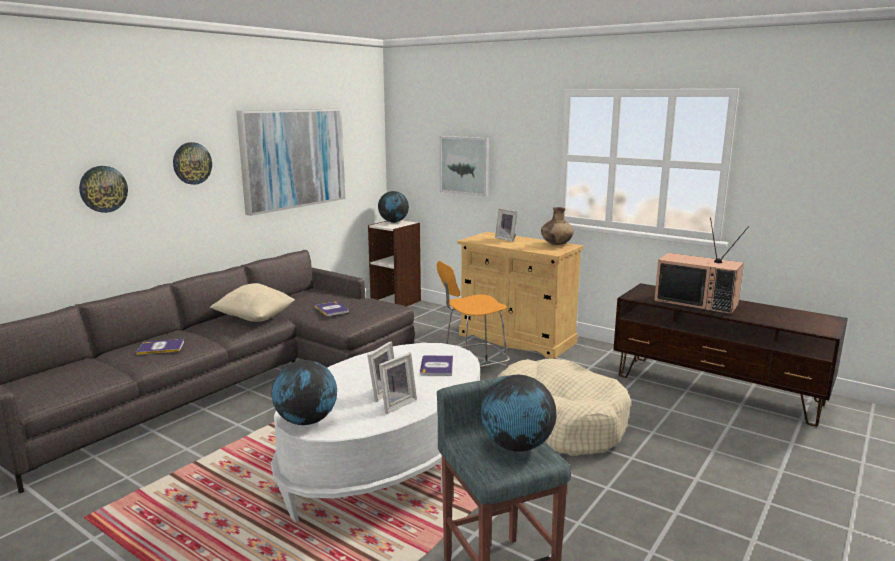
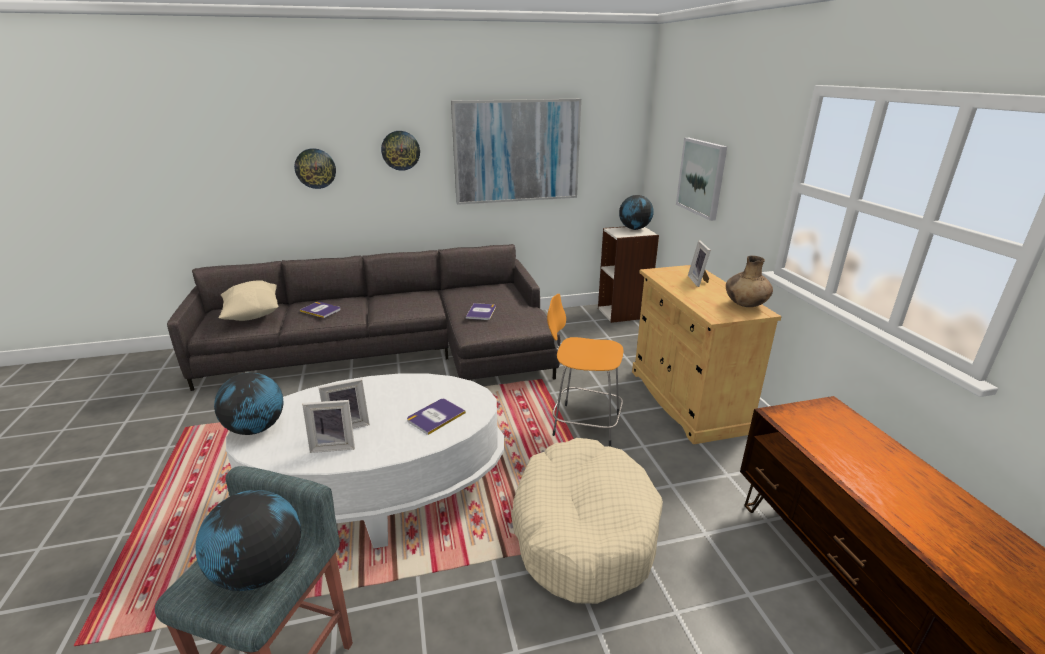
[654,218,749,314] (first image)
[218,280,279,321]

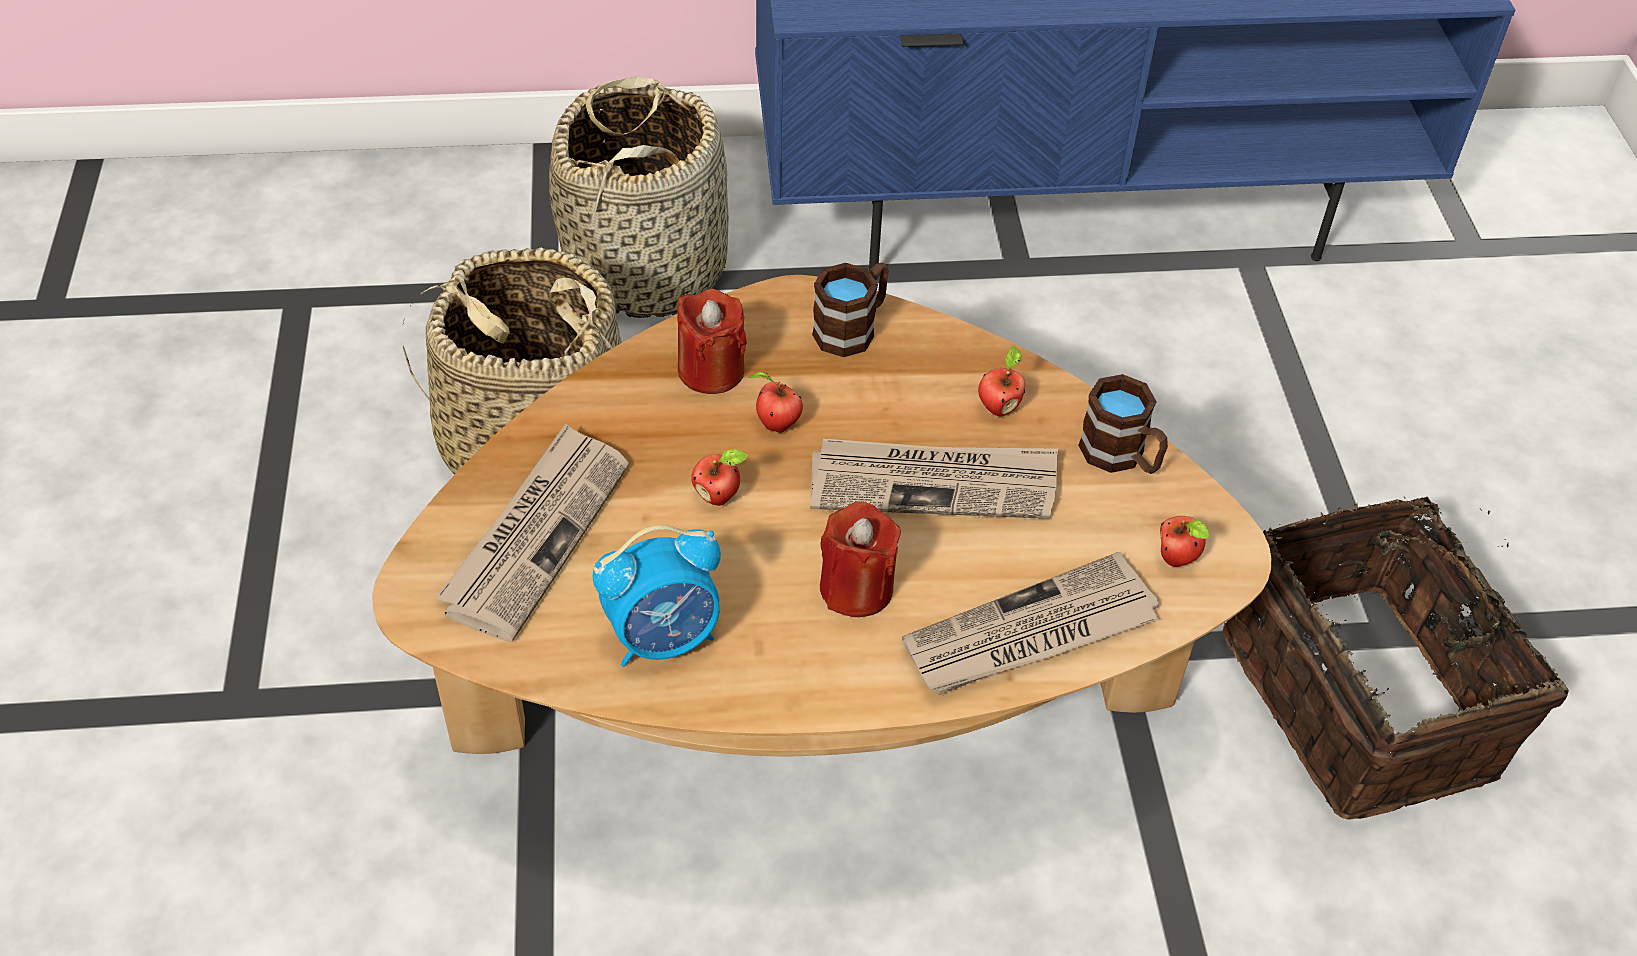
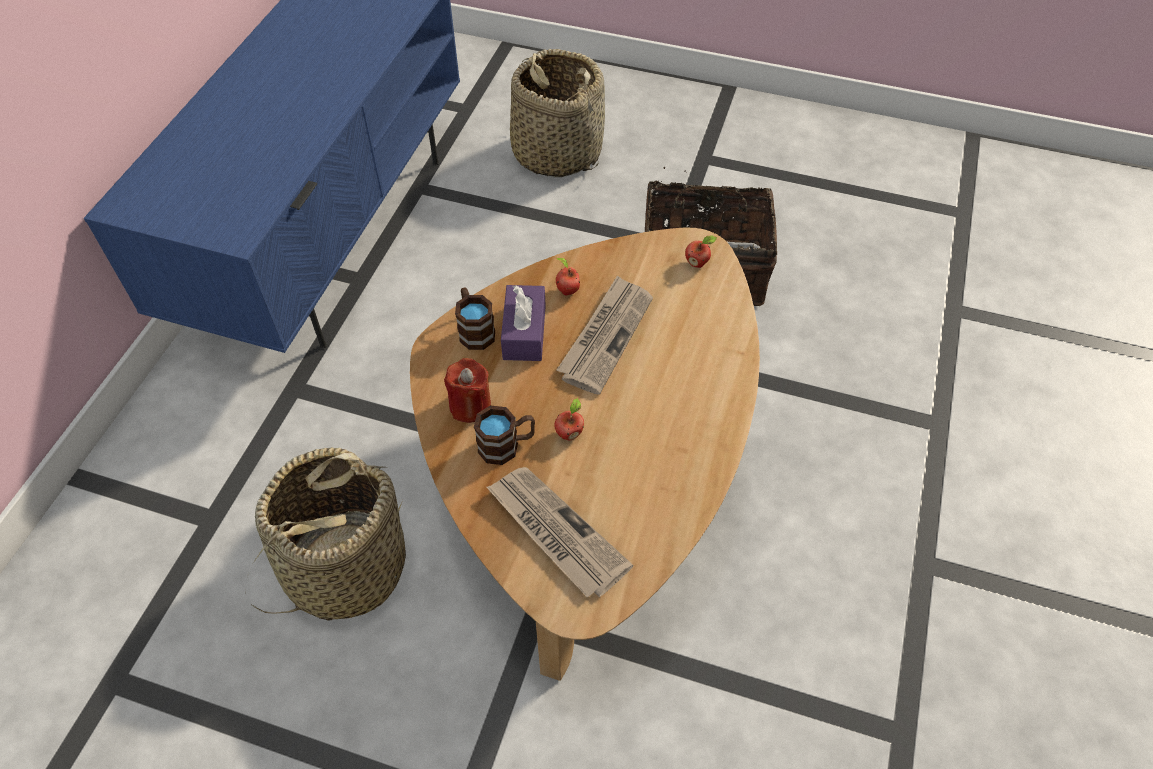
[510,49,605,177]
[749,372,803,433] (first image)
[474,405,535,465]
[820,502,901,617] (first image)
[593,525,721,667] (first image)
[902,552,1159,695] (first image)
[501,285,546,361]

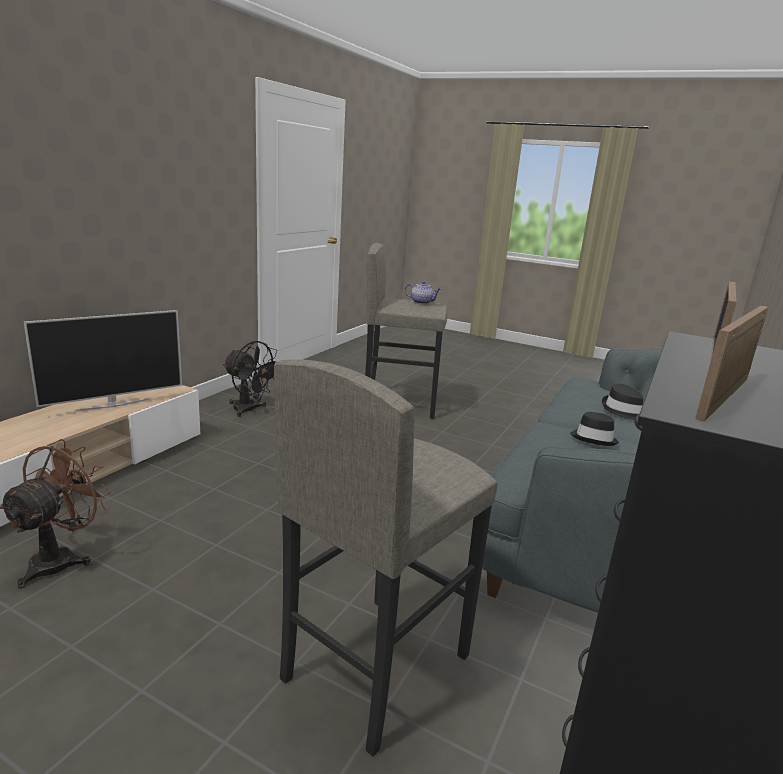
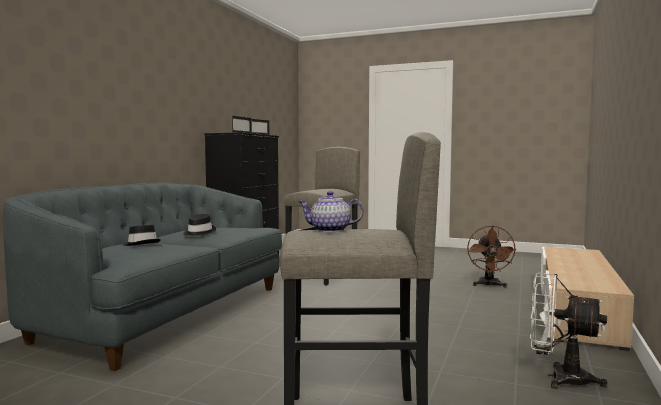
[24,310,182,411] (first image)
[530,273,607,389]

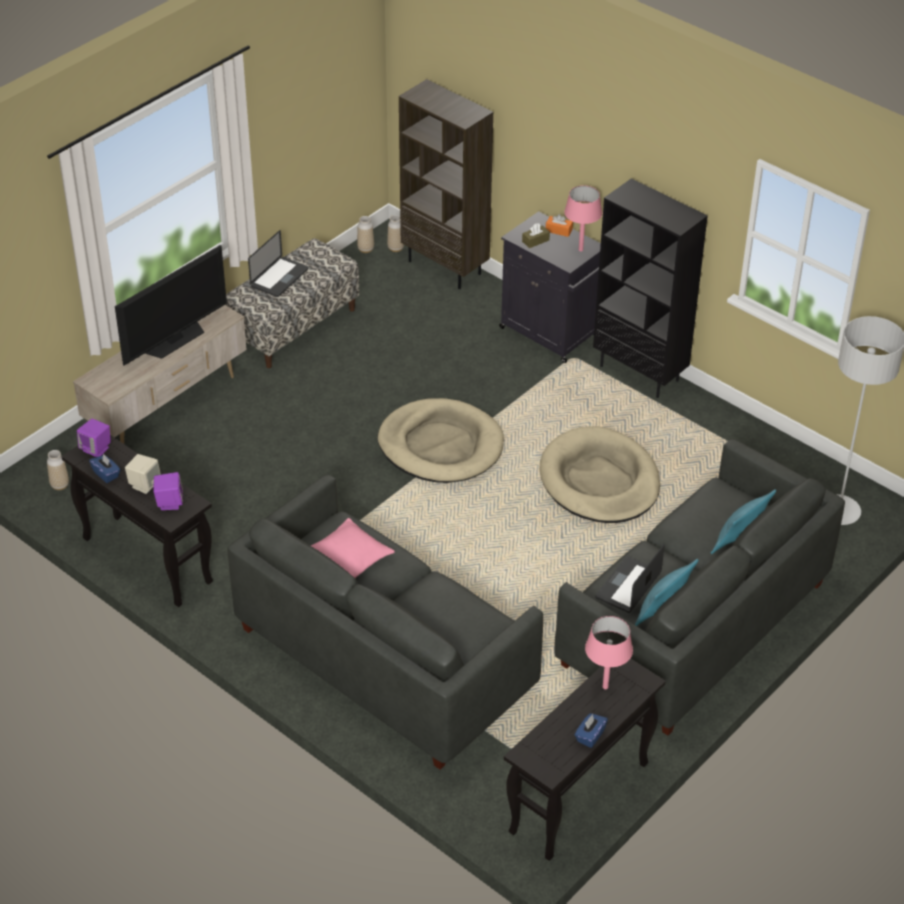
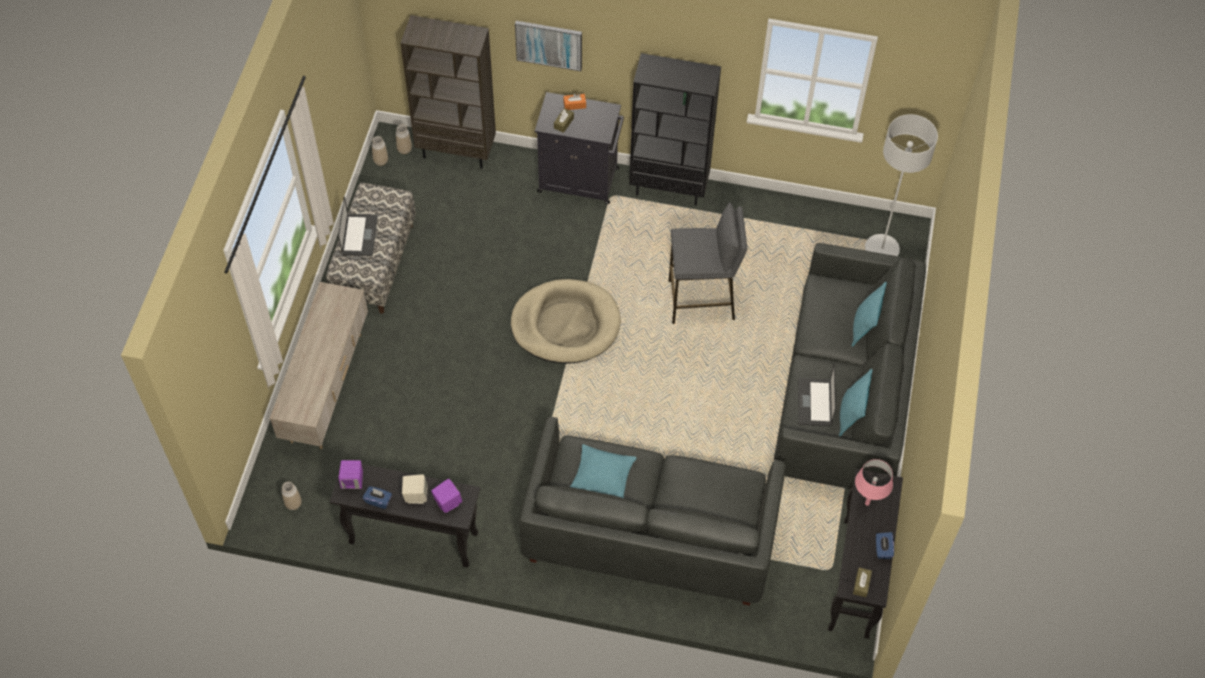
[564,186,602,251] (first image)
[115,245,227,366] (first image)
[669,203,747,324]
[570,444,636,498]
[515,21,582,71]
[853,567,872,597]

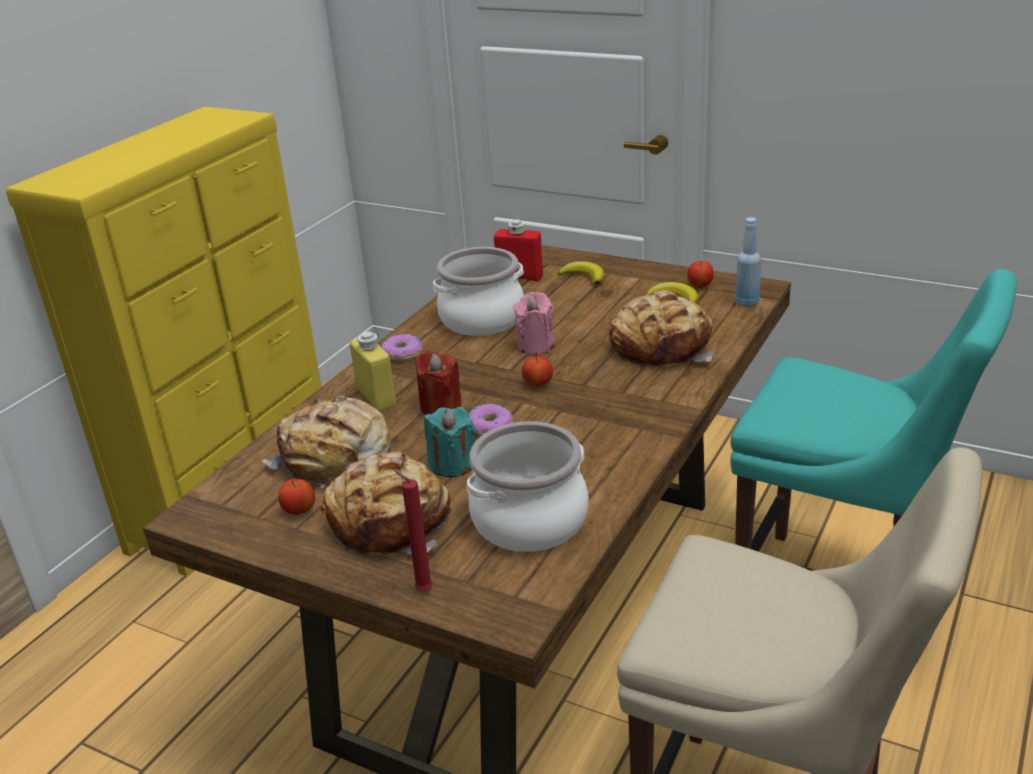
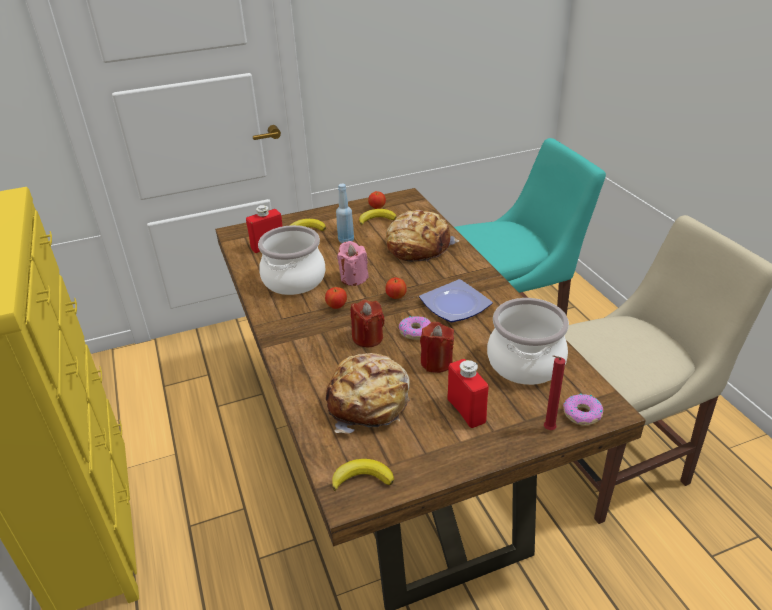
[336,184,354,243]
[350,332,396,412] (first image)
[563,394,603,426]
[420,322,454,373]
[447,359,488,428]
[325,287,347,309]
[419,279,493,322]
[332,459,394,491]

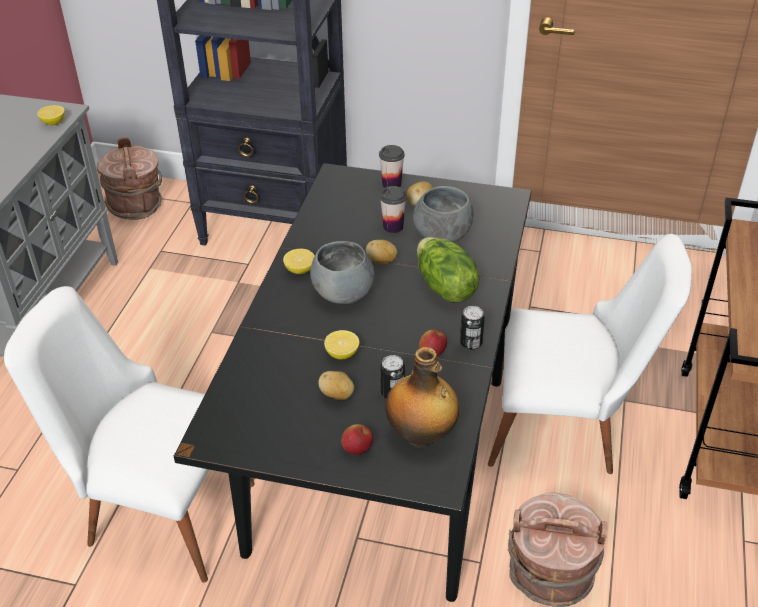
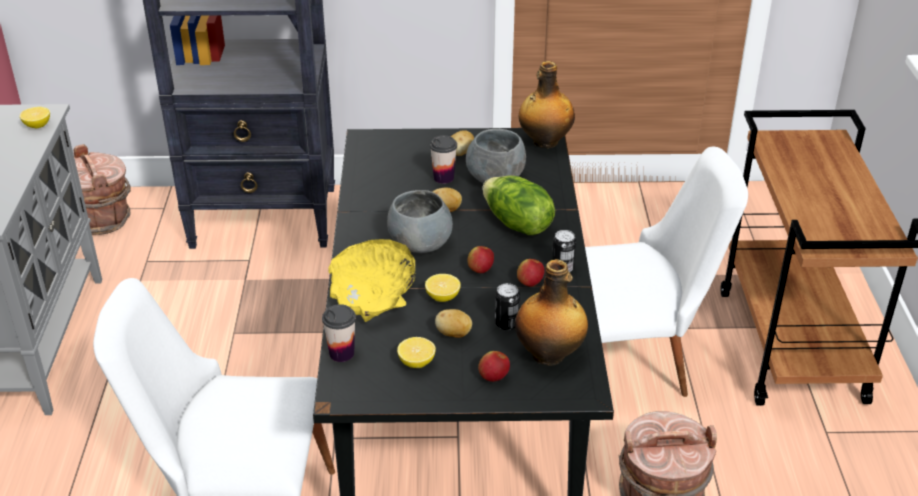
[322,304,356,362]
[397,337,436,368]
[519,61,575,148]
[328,239,416,322]
[468,246,494,273]

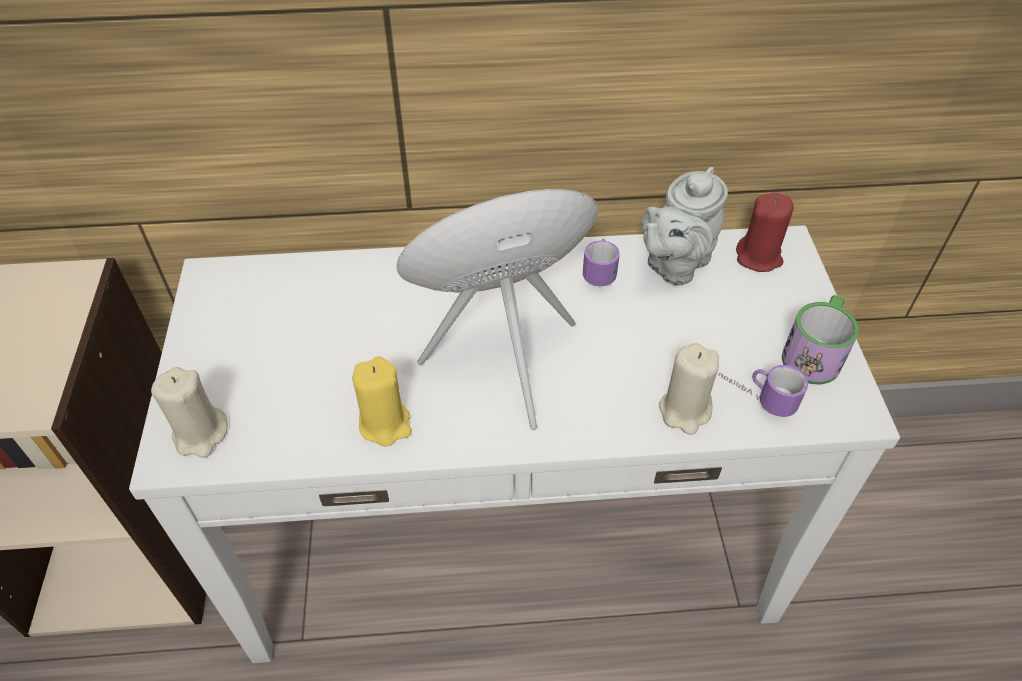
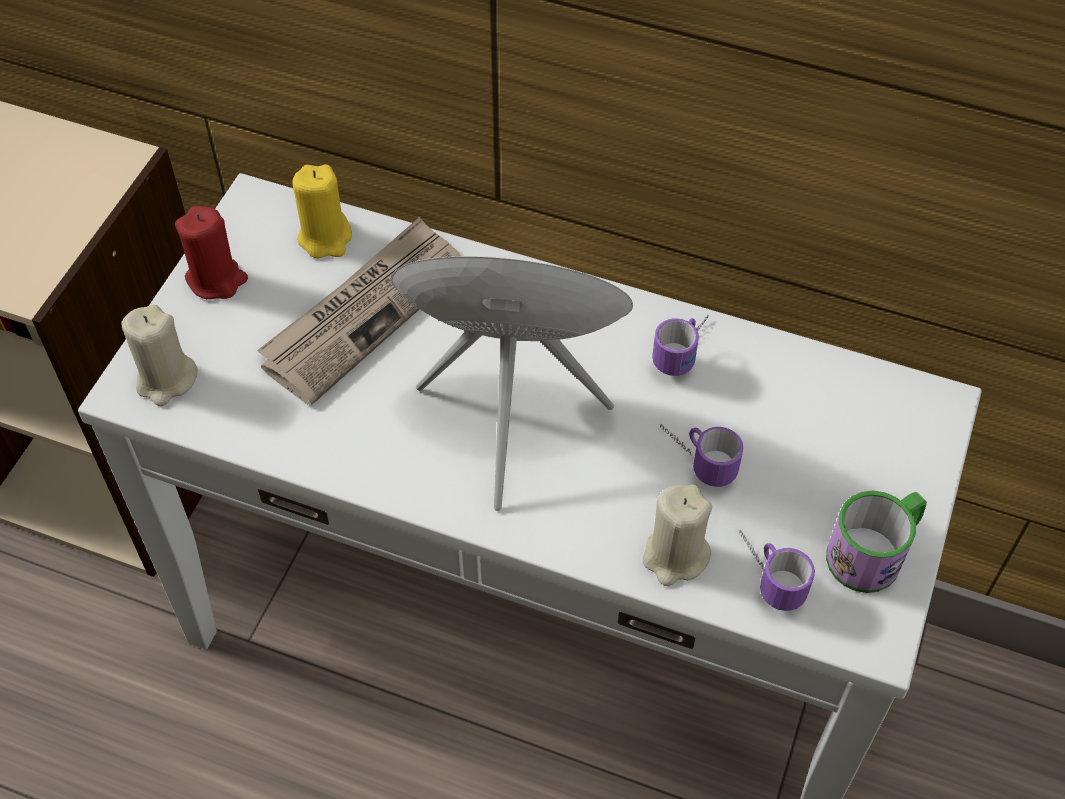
[642,167,728,285] (first image)
[175,206,248,299]
[292,165,352,259]
[257,217,460,406]
[660,424,744,487]

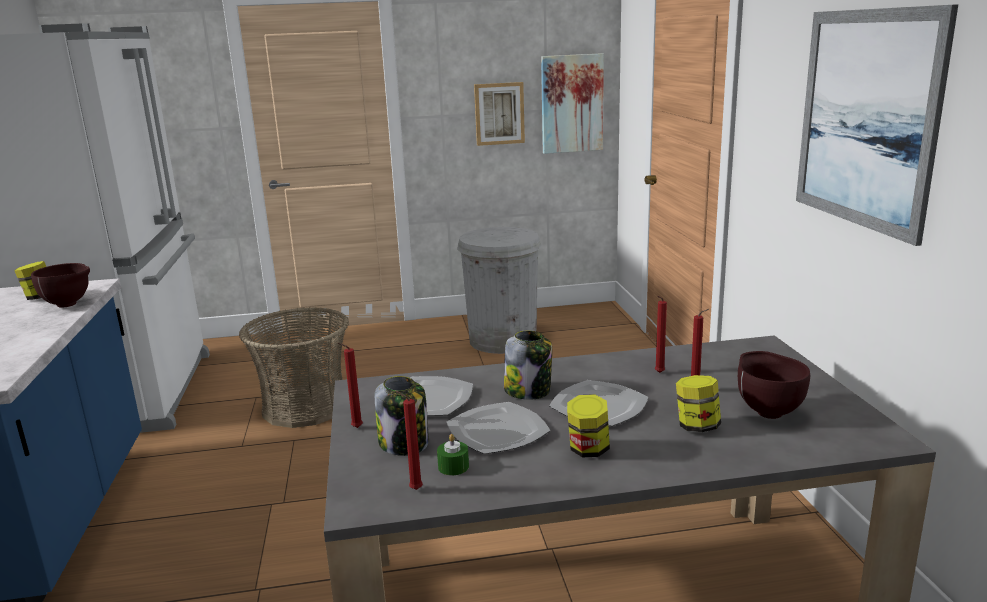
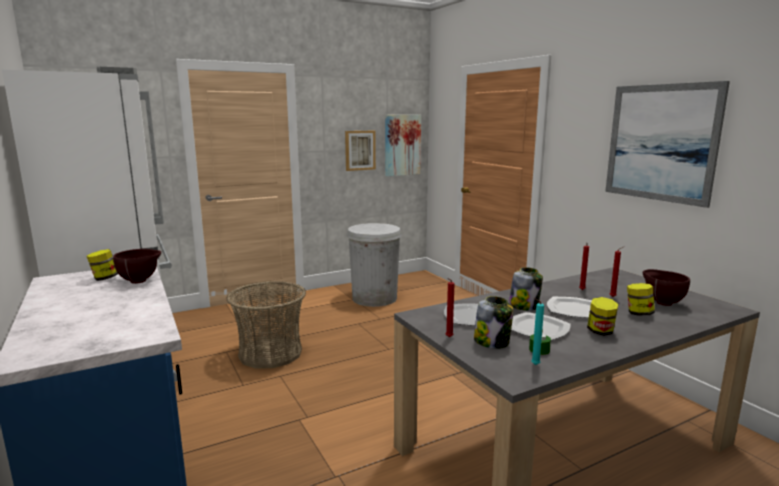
[531,298,544,365]

